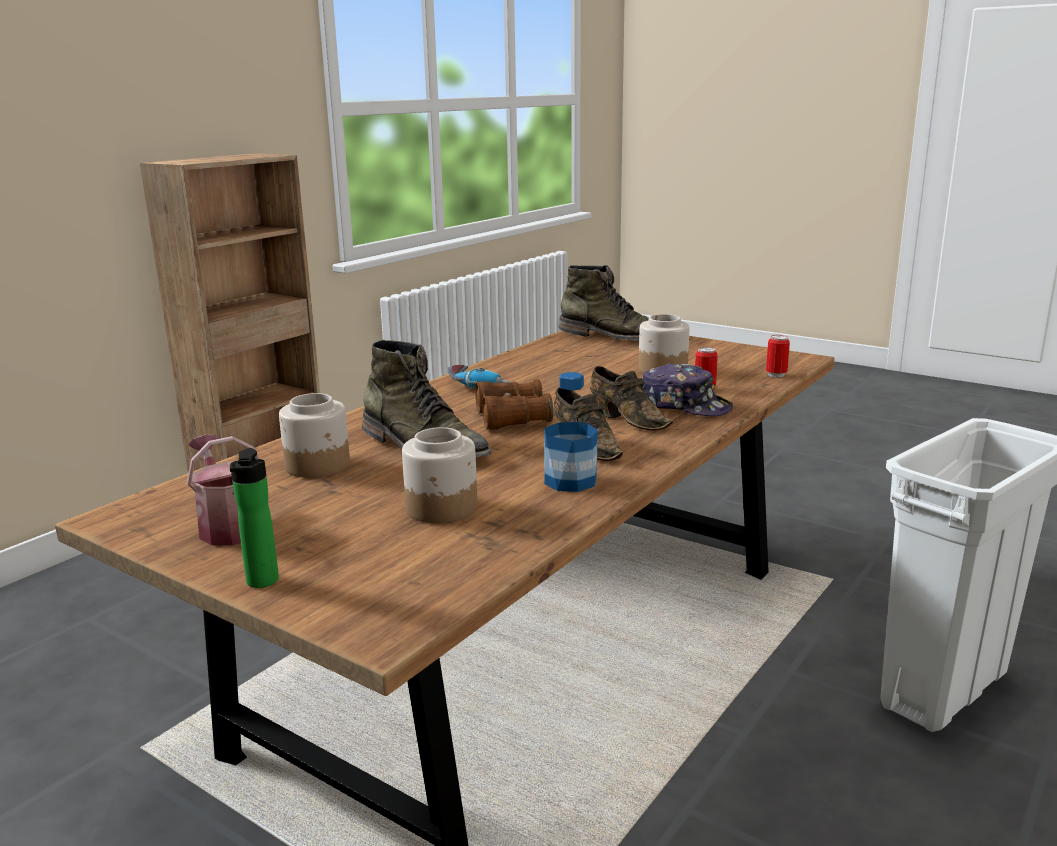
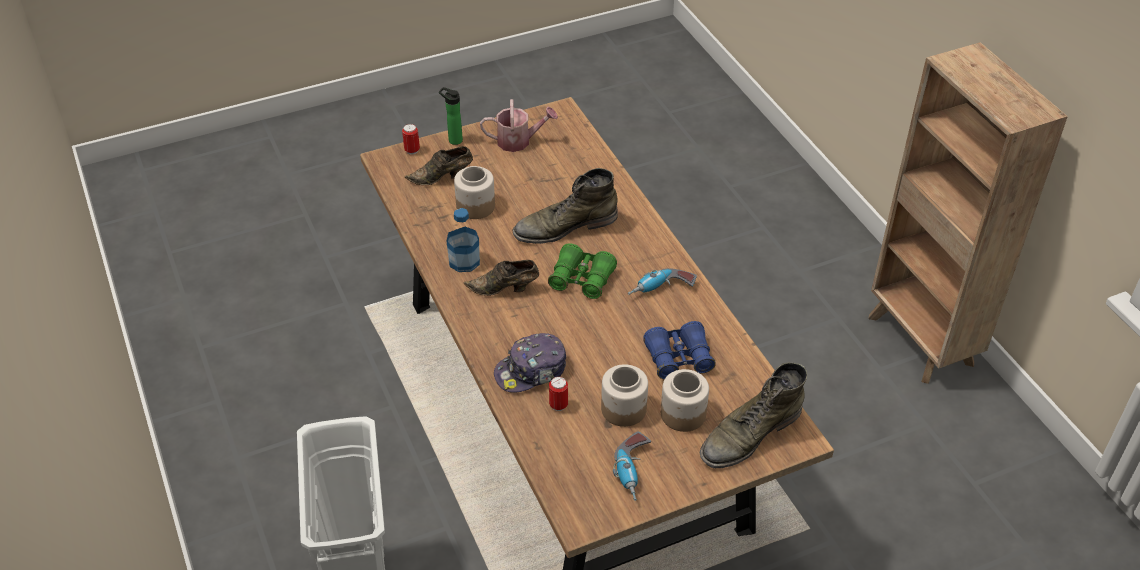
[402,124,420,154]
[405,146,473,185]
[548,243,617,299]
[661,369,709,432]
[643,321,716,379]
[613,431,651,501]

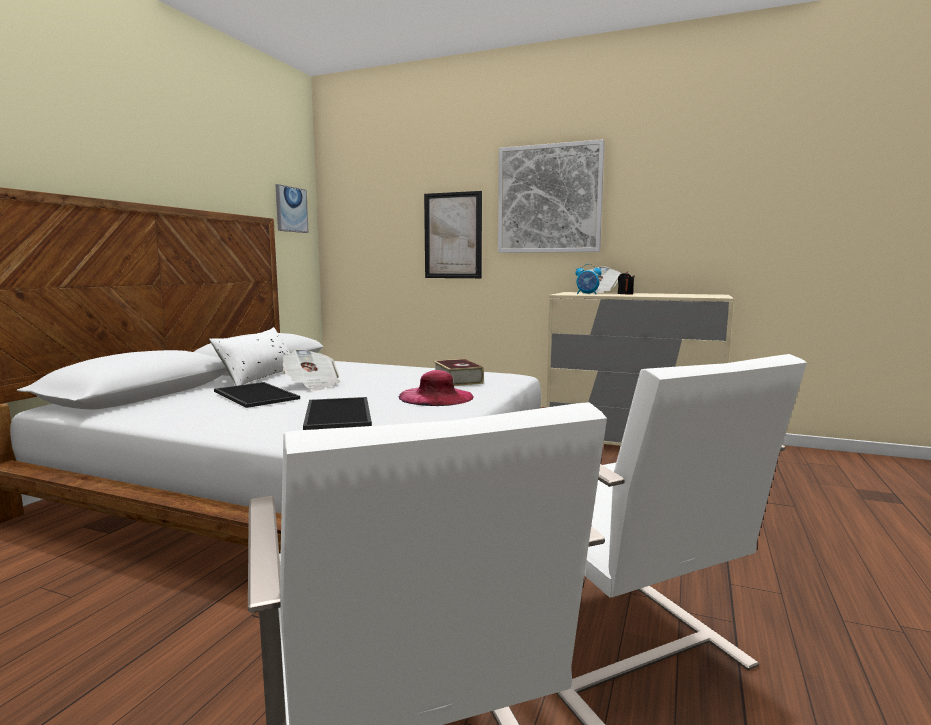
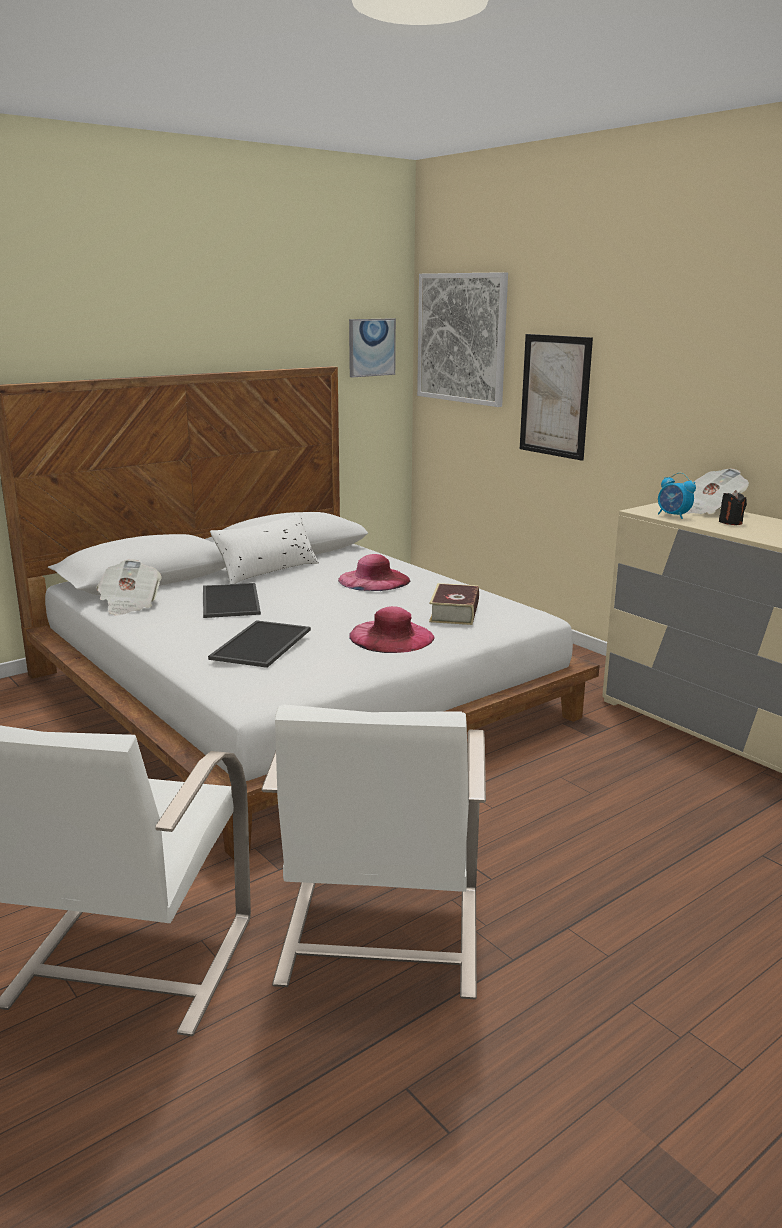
[417,272,508,407]
[97,559,162,615]
[338,554,410,591]

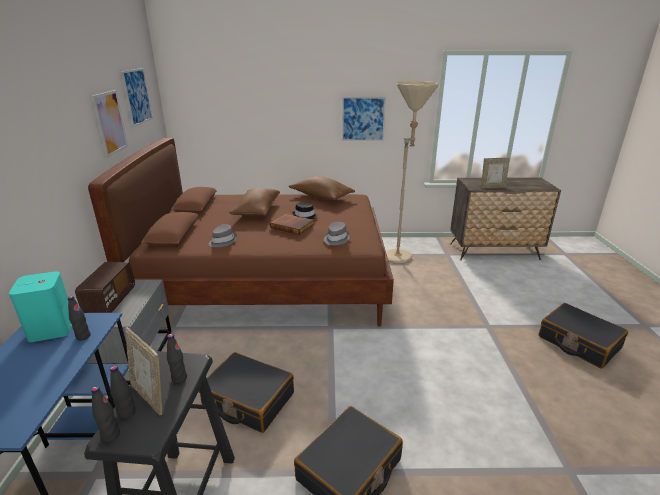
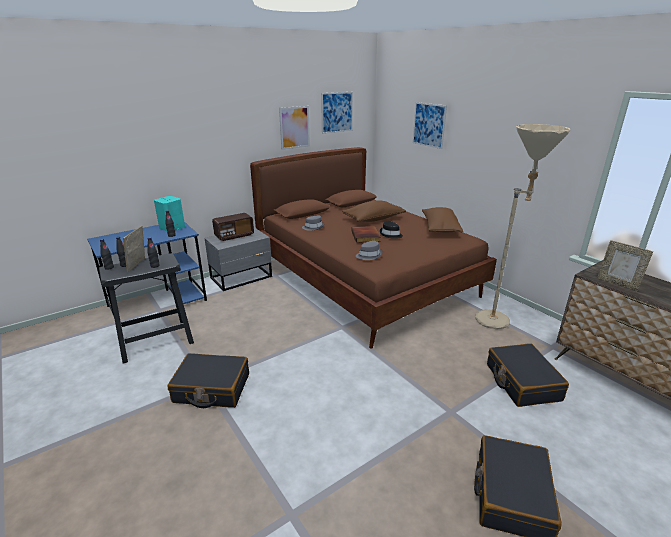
[412,102,447,149]
[487,343,569,407]

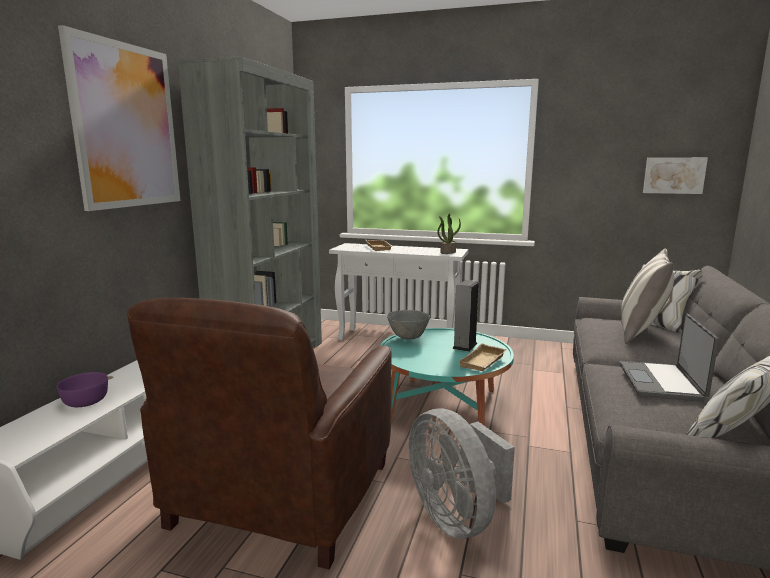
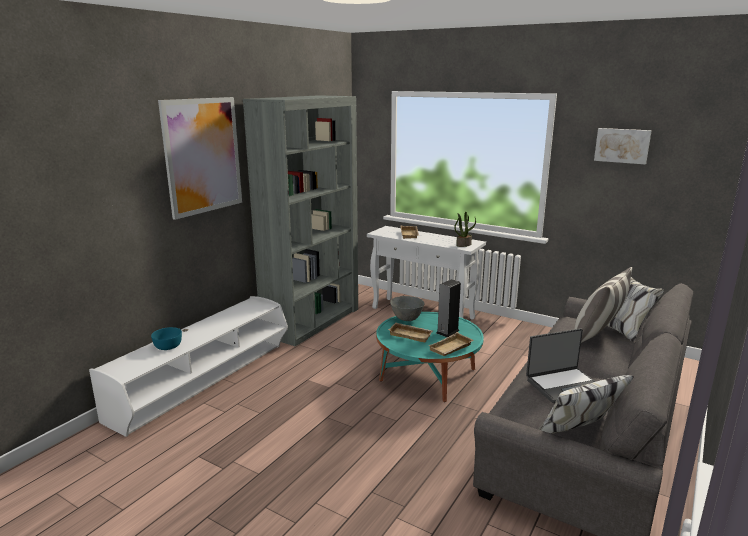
[594,128,652,165]
[127,298,392,569] (first image)
[526,328,596,403]
[151,327,182,350]
[408,409,515,539] (first image)
[388,323,433,342]

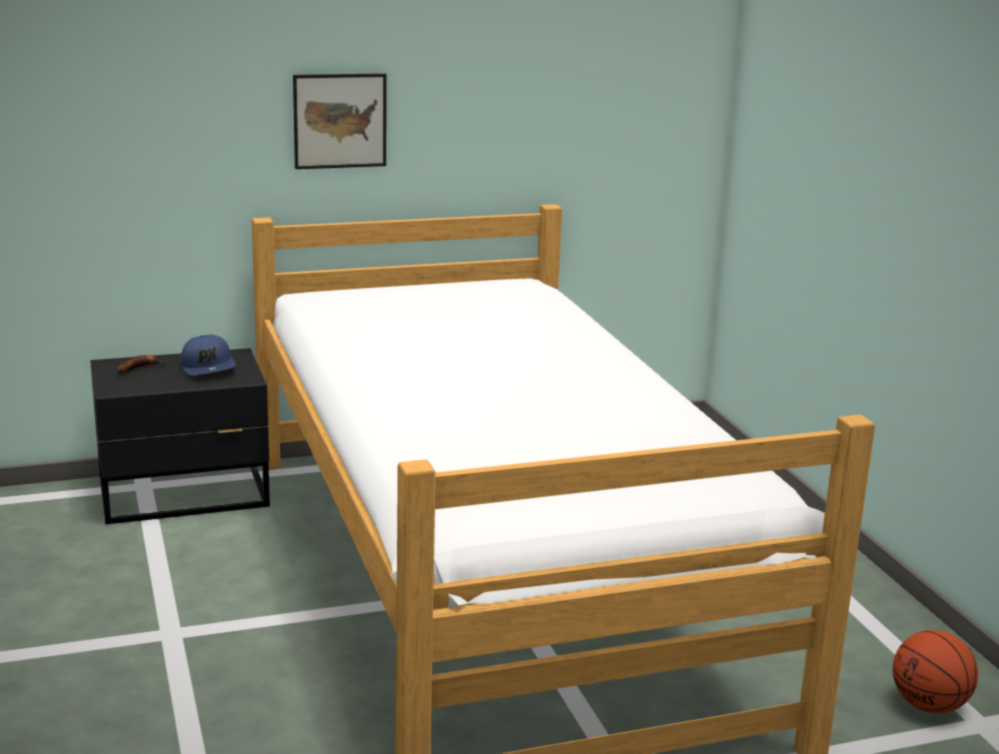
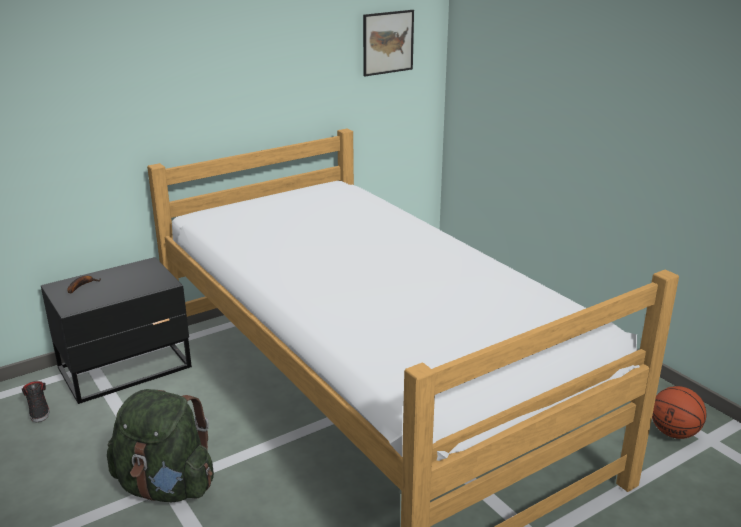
[363,10,414,76]
[181,335,236,375] (first image)
[22,381,50,422]
[107,389,214,502]

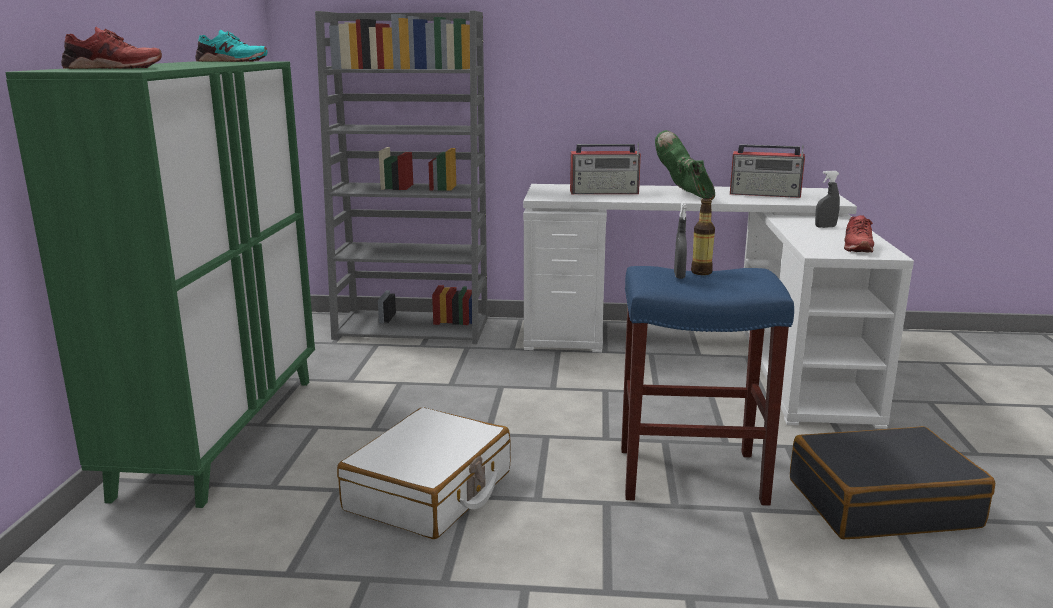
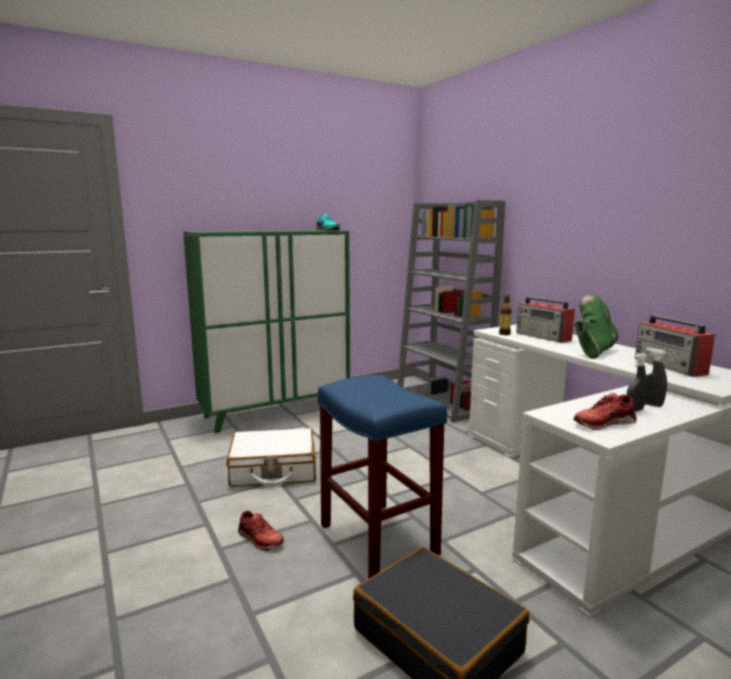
[238,511,284,551]
[499,295,512,335]
[626,353,647,412]

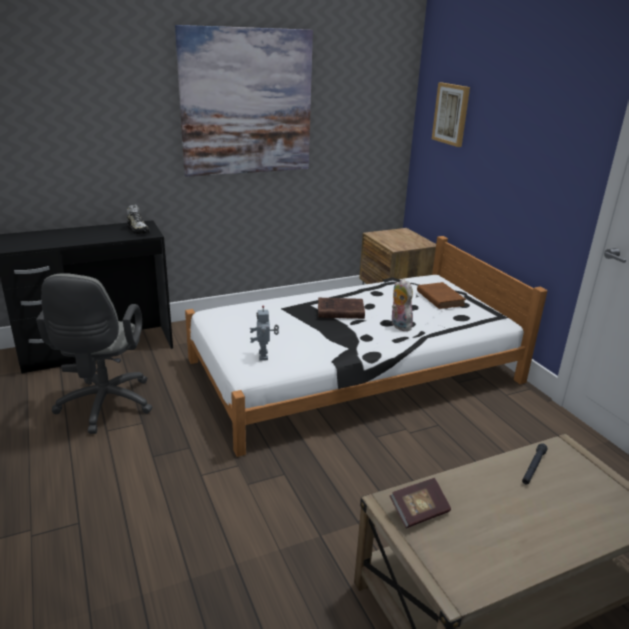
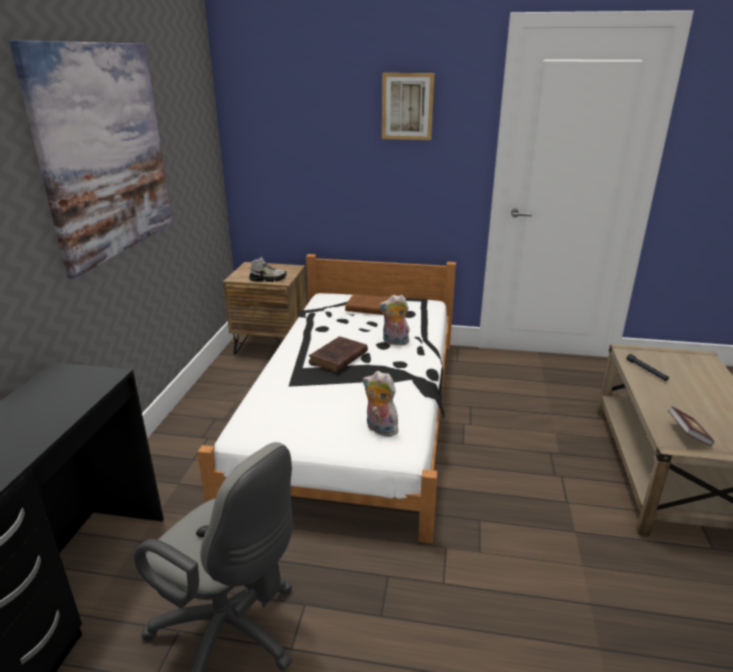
[382,73,435,140]
[249,257,287,282]
[363,371,400,437]

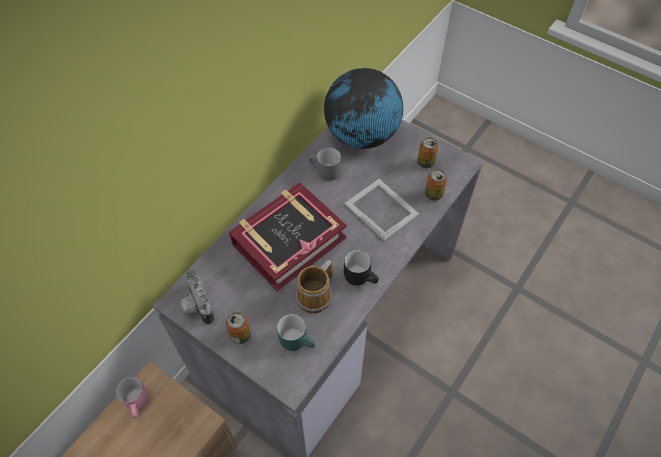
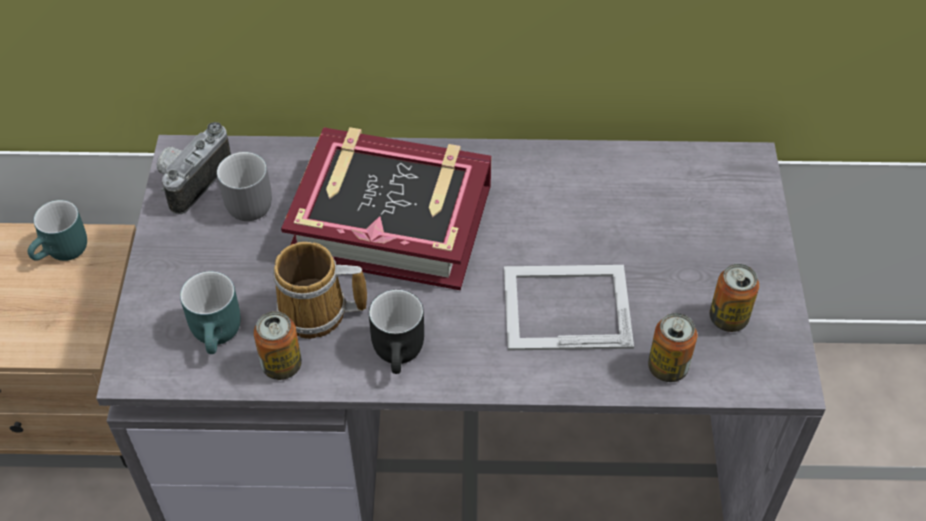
[324,68,403,149] (first image)
[217,151,272,221]
[504,265,634,350]
[254,311,302,380]
[28,200,87,261]

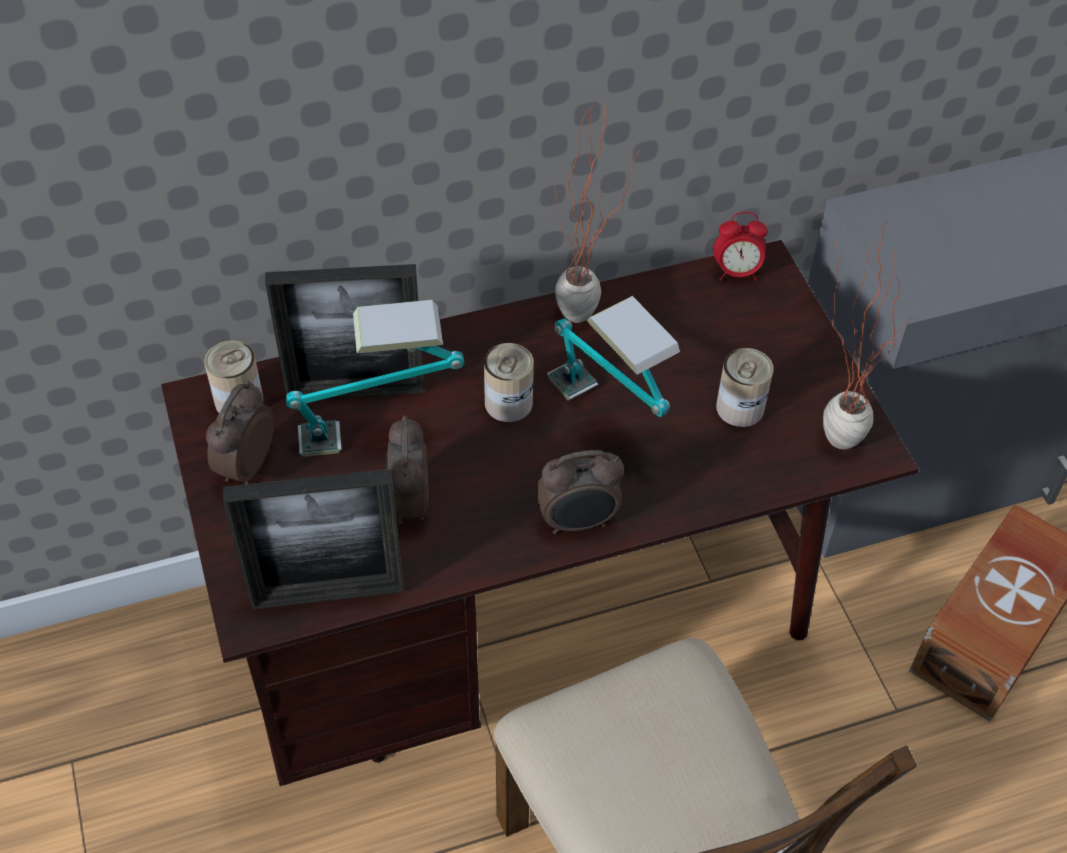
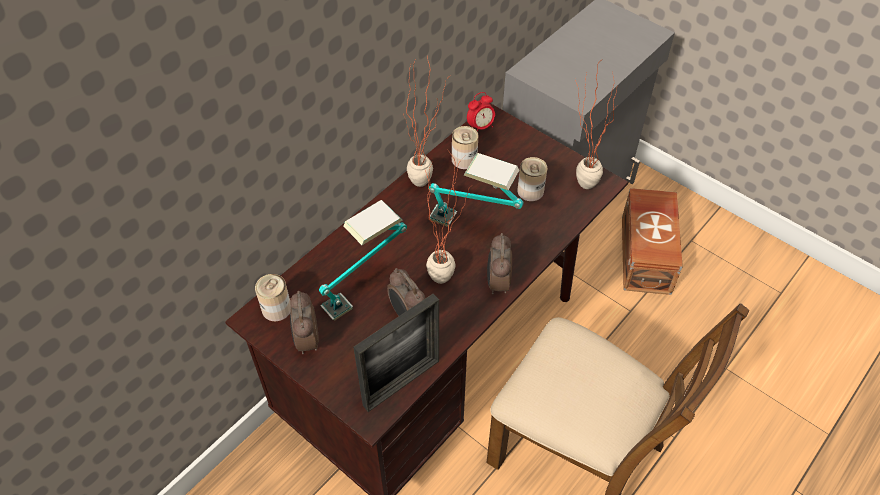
[265,264,425,399] (first image)
[452,126,478,169]
[487,233,512,295]
[425,150,471,284]

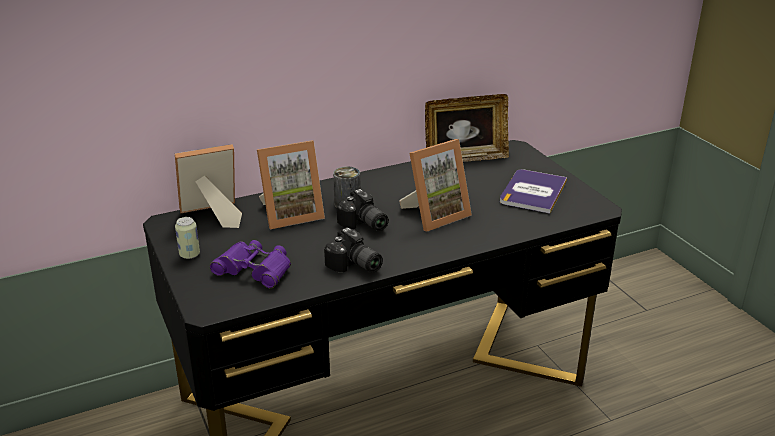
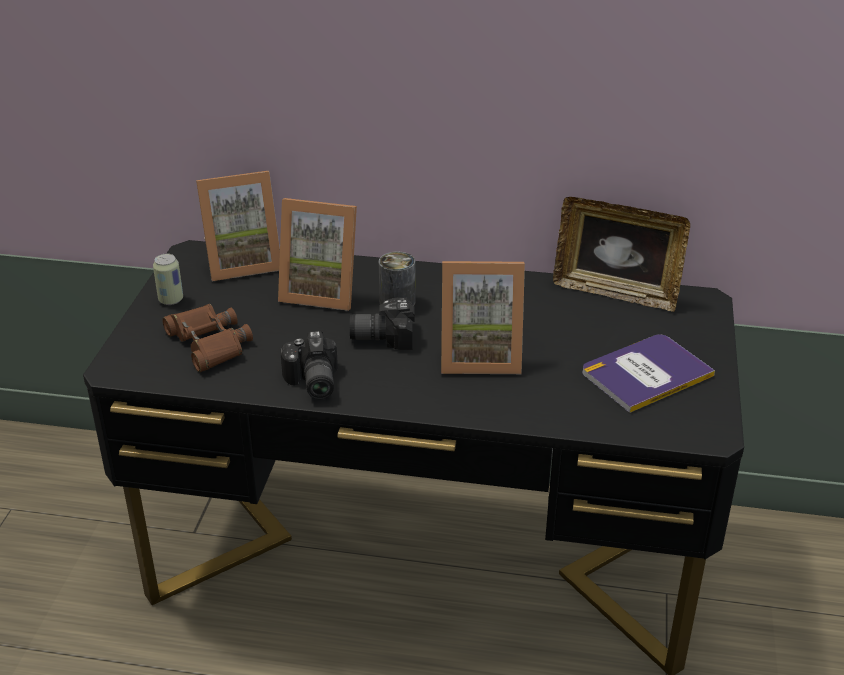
[196,171,280,281]
[350,298,414,350]
[162,304,253,372]

